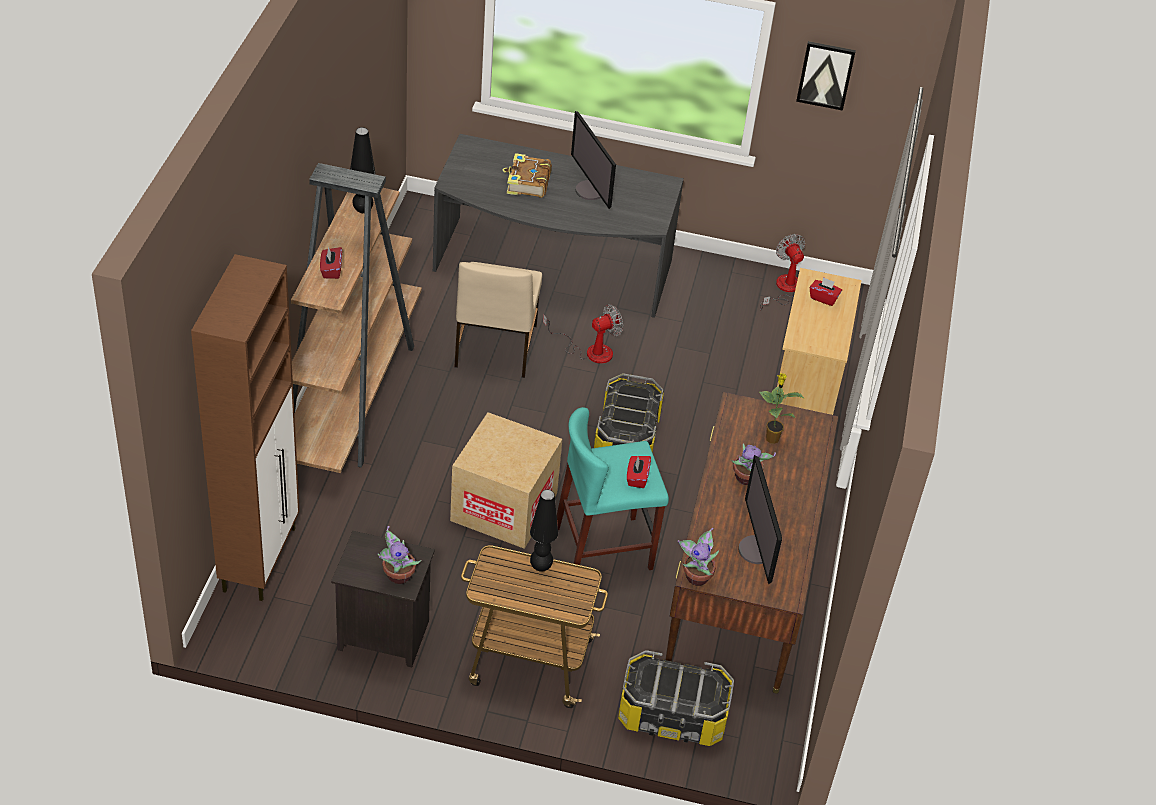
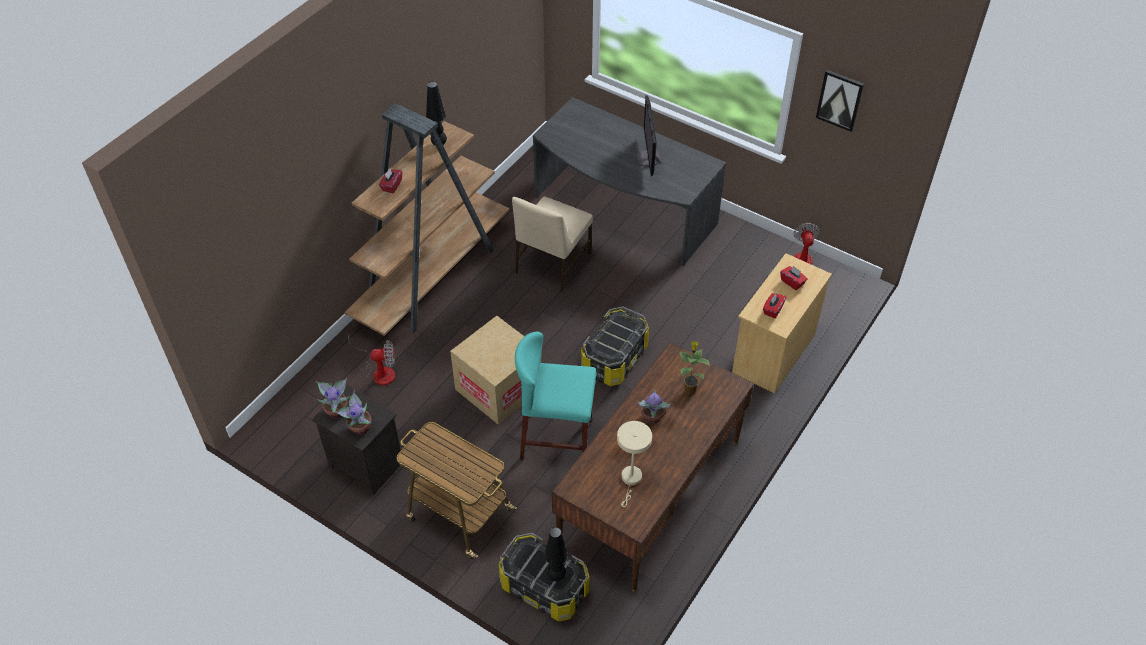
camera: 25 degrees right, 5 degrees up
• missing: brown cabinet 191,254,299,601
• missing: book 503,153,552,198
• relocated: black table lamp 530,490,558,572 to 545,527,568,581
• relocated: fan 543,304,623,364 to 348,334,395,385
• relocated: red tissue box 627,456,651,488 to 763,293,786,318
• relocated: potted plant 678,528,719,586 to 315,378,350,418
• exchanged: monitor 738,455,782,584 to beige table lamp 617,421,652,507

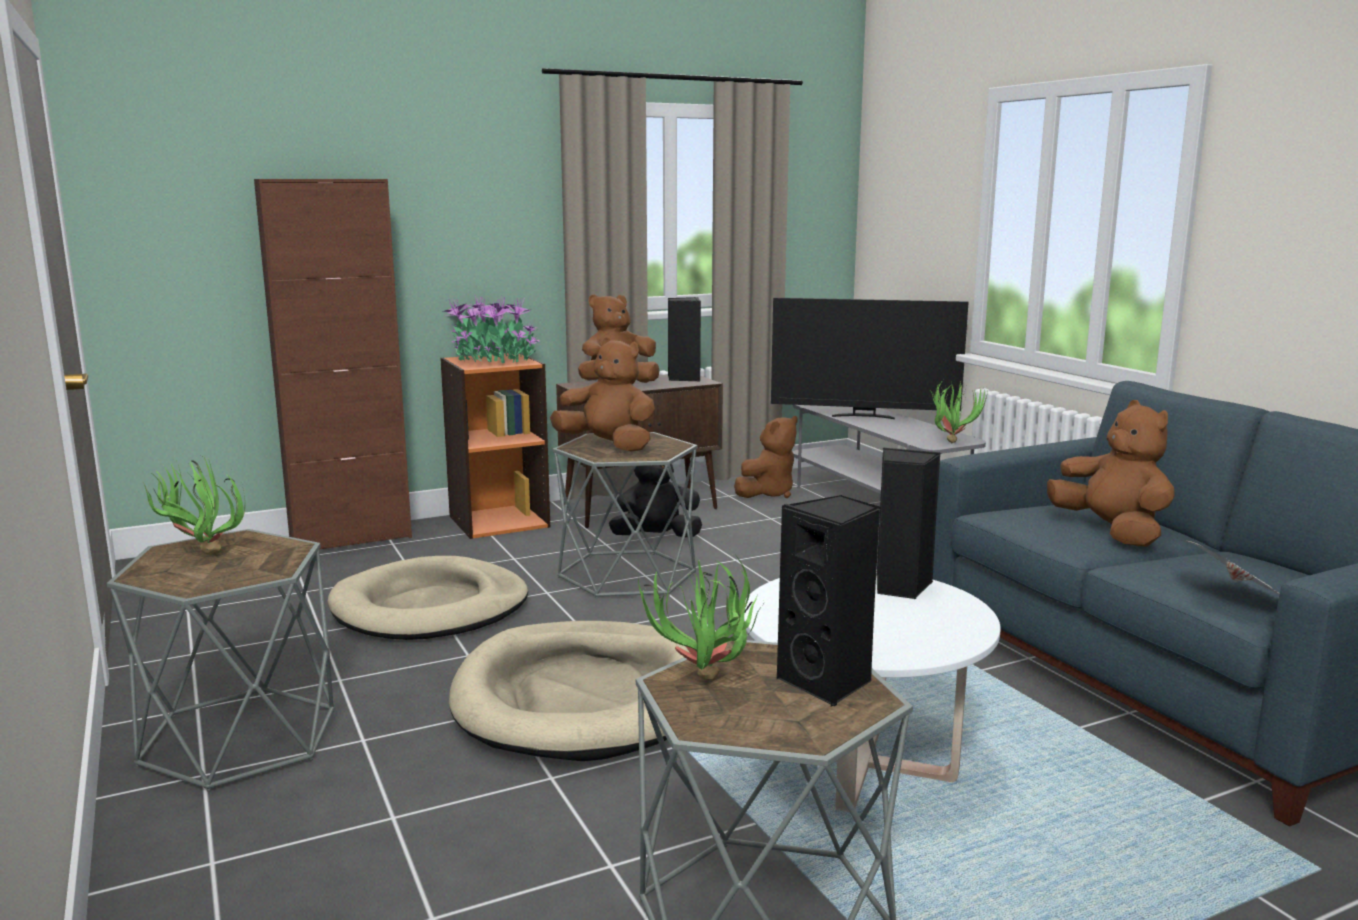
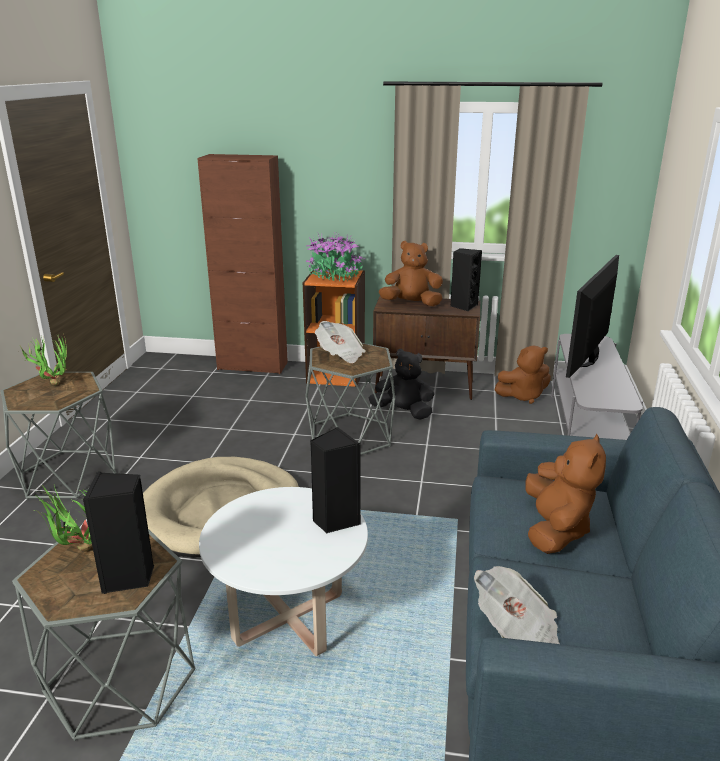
camera: 35 degrees right, 10 degrees up
• missing: beige dog bed 327,556,528,640
• exchanged: brown plush toy 550,337,655,451 to newspaper 315,321,365,363
• spun: television 771,298,969,419 = 566,255,619,378 75 degrees clockwise
• missing: potted plant 930,380,988,443

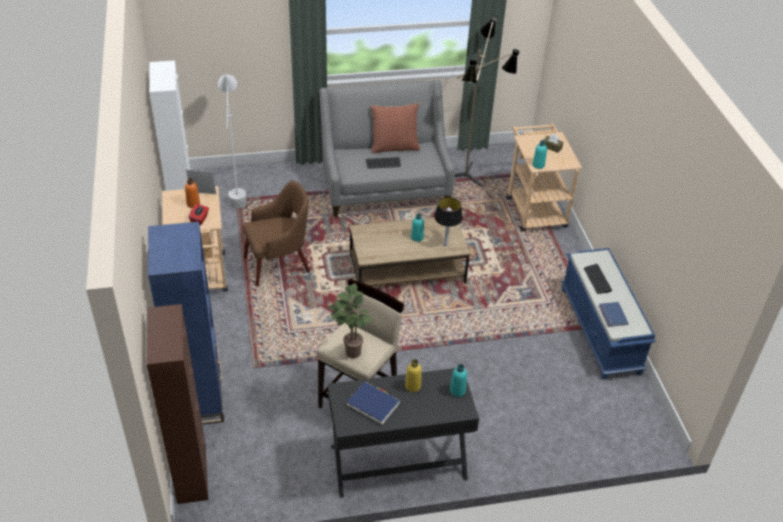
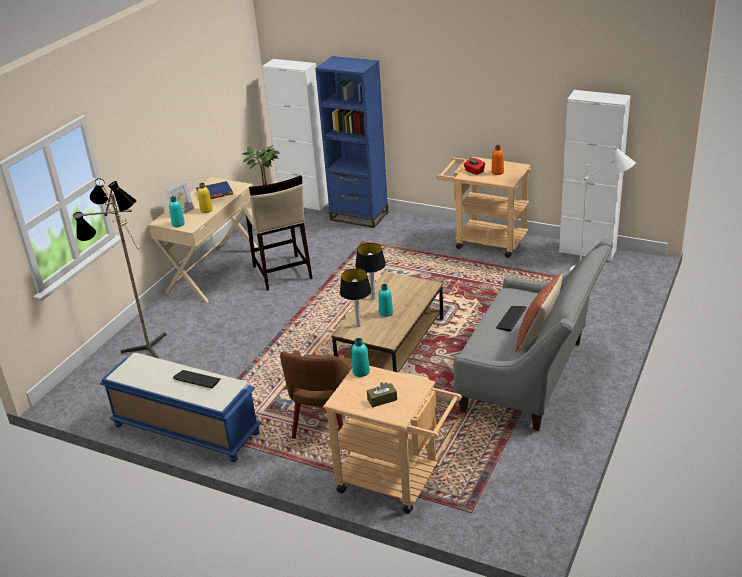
camera: 130 degrees right, 10 degrees down
• colour: brown cabinet 147,304,208,504 to white cabinet 262,59,329,211
• relocated: picture frame 186,169,216,194 to 165,179,194,214
• relocated: brown armchair 243,180,310,286 to 280,350,352,439
• colour: black desk 328,368,479,498 to beige desk 149,177,260,303
• relocated: floor lamp 455,16,520,187 to 73,179,166,359
• missing: blue book 599,302,629,327
• appeared: table lamp 355,243,386,299

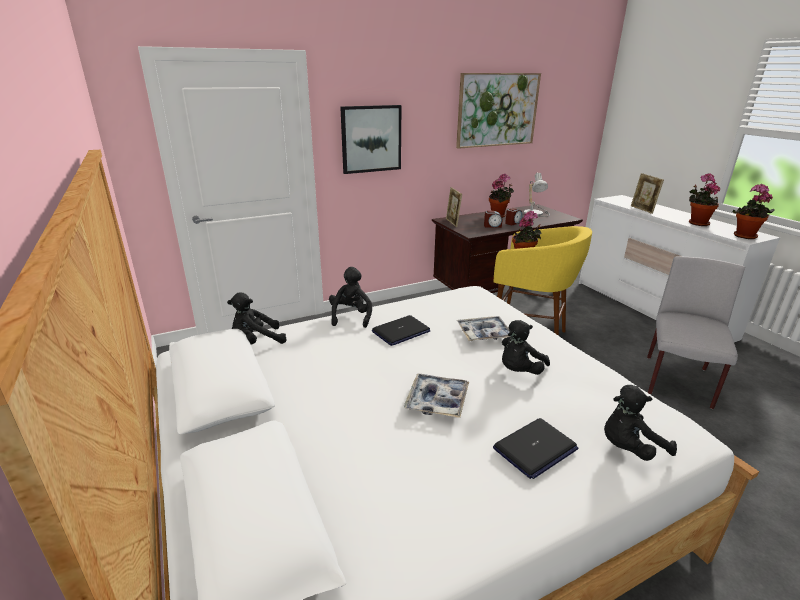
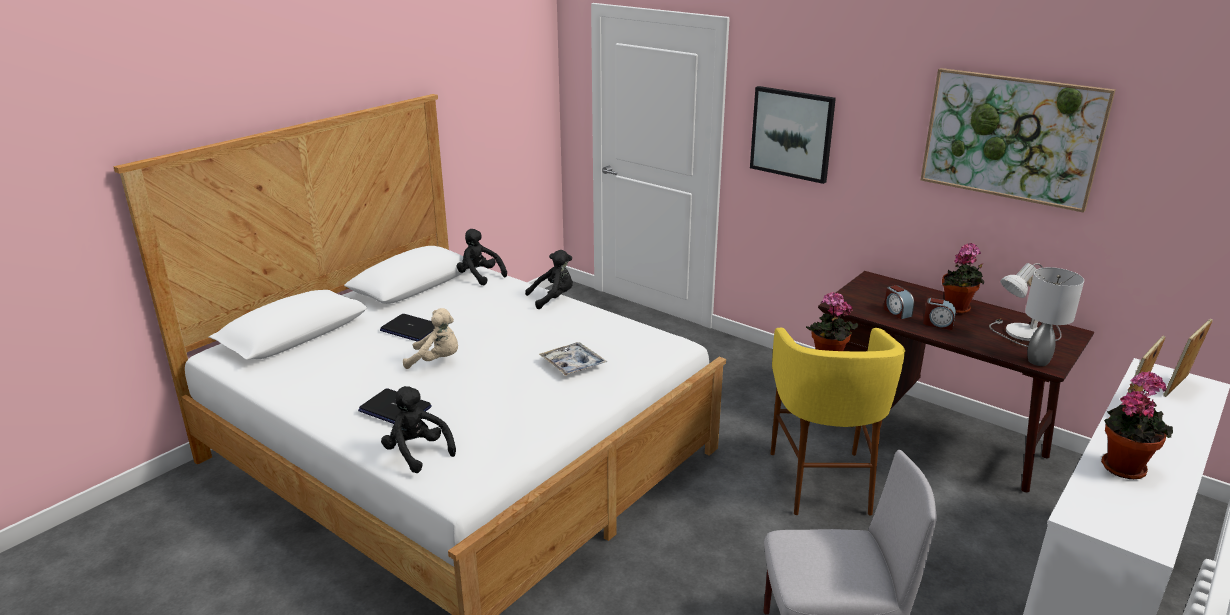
camera: 65 degrees right, 0 degrees up
• relocated: laptop 372,315,431,346 to 380,314,435,342
• exchanged: tray 404,373,469,418 to beige plush toy 403,308,458,369
• relocated: picture frame 446,187,462,227 to 1163,319,1213,397
• missing: black plush toy 501,320,550,375
• missing: potted plant 732,184,775,239
• appeared: grey table lamp 1025,267,1084,366

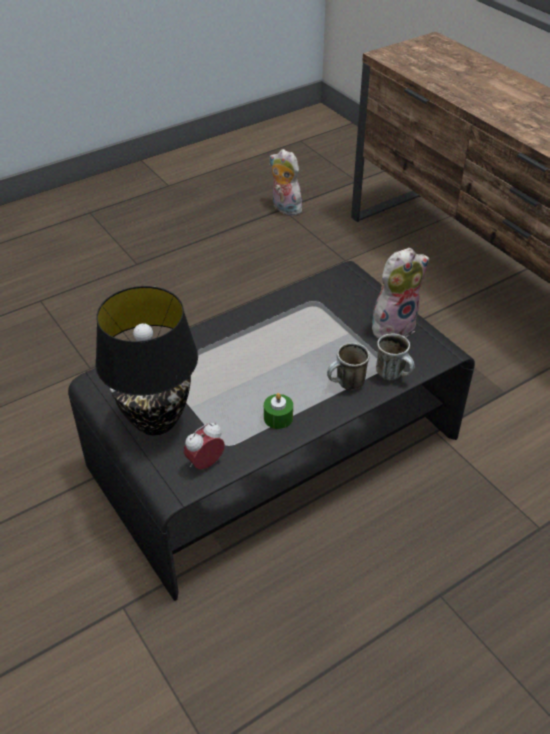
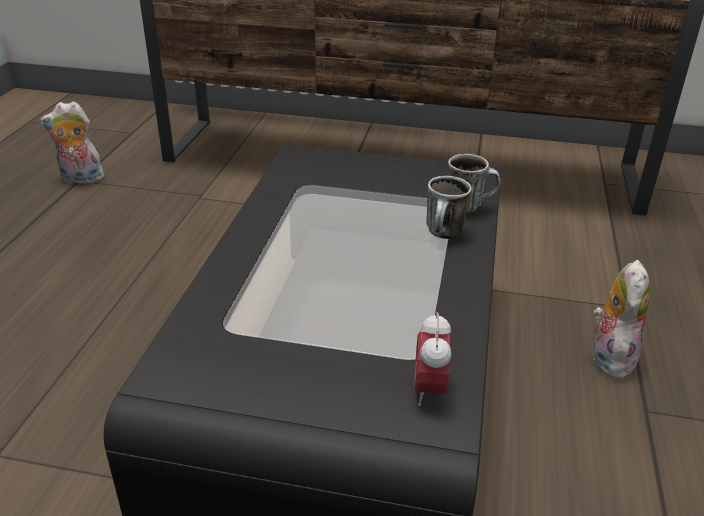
camera: 45 degrees left, 10 degrees down
• missing: black table lamp 95,286,198,436
• missing: green candle 264,393,293,429
• relocated: plush toy 372,248,429,338 to 593,260,650,380

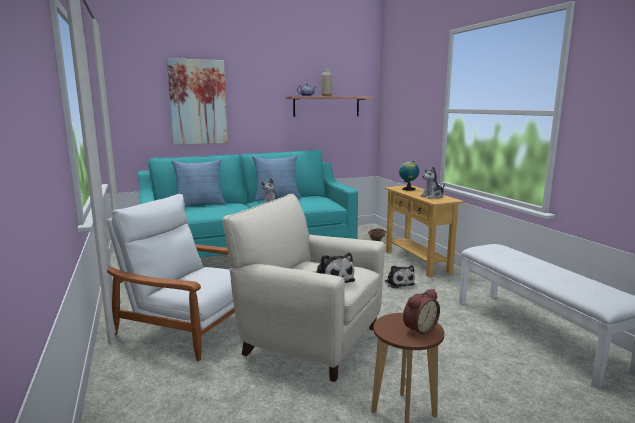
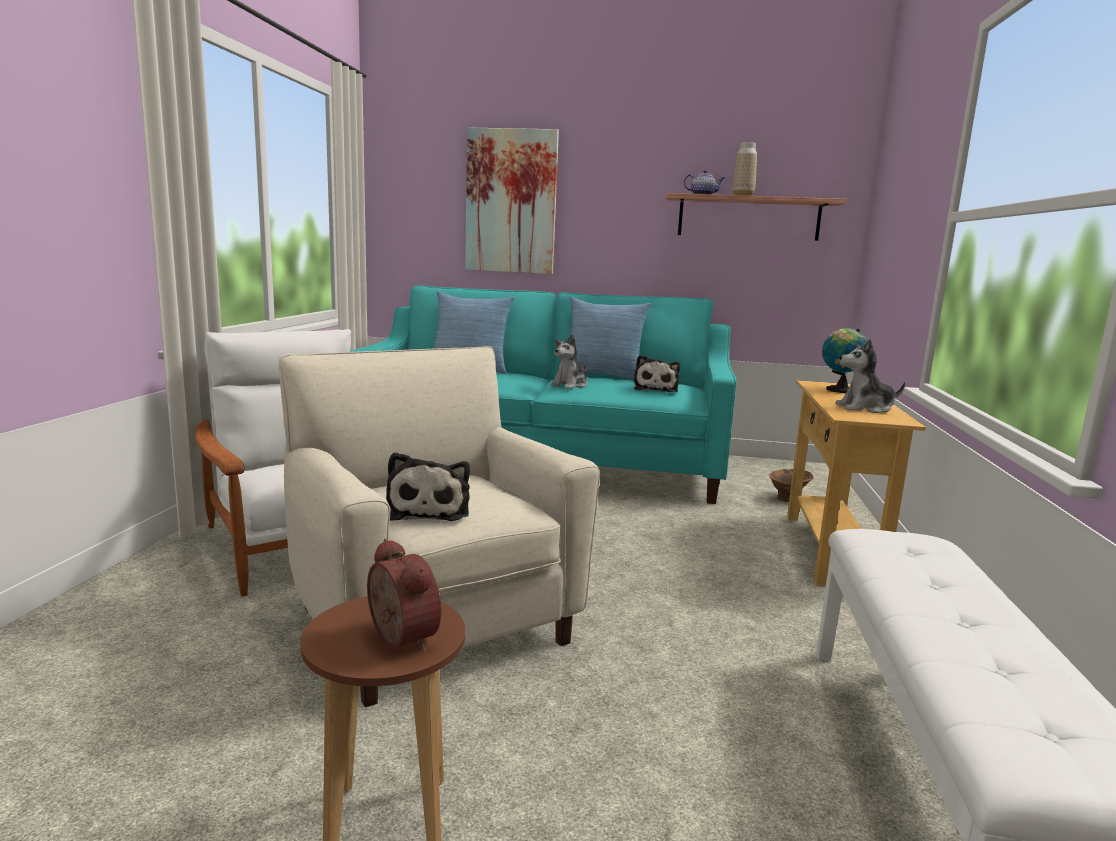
camera: 30 degrees right, 0 degrees up
• relocated: plush toy 385,265,415,289 to 634,355,680,392
• spun: alarm clock 403,289,440,336 = 367,539,441,652 120 degrees counterclockwise

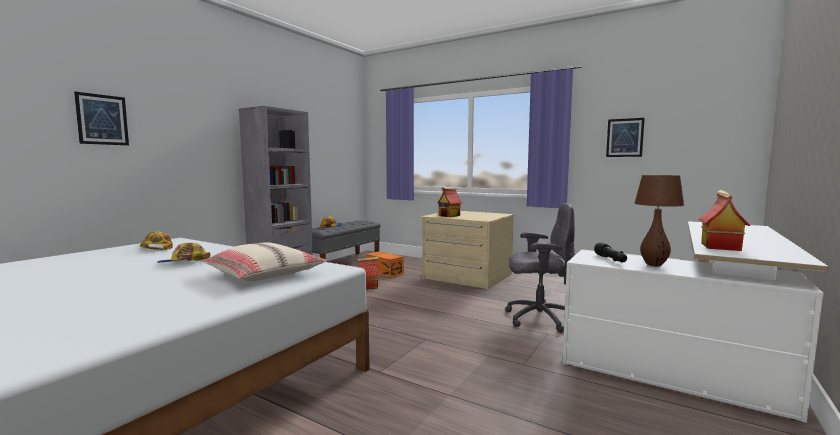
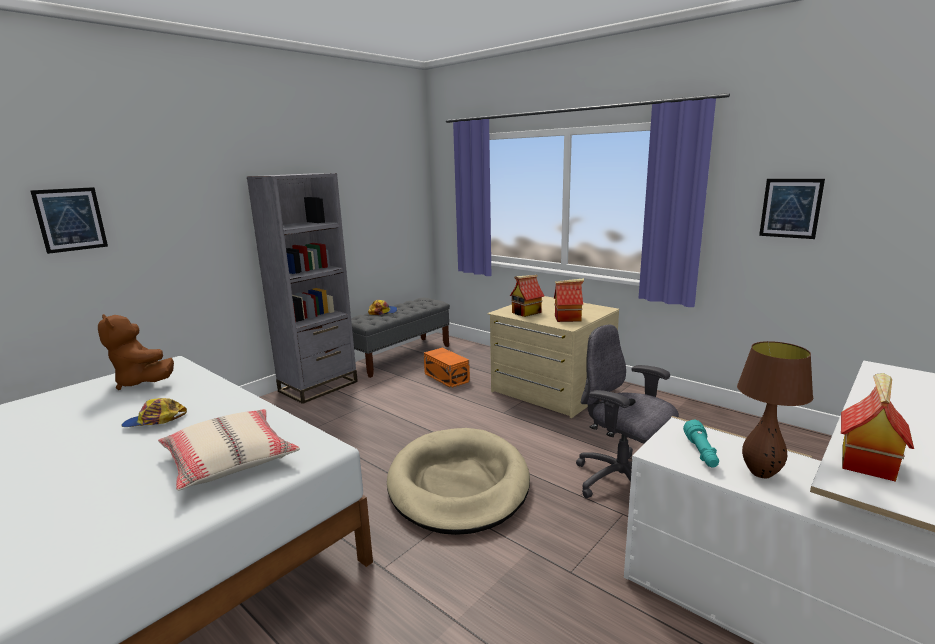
camera: 10 degrees right, 10 degrees up
• exchanged: cap 140,232,173,250 to brown plush toy 98,314,174,390
• relocated: toy house 357,257,379,289 to 554,278,584,322
• spun: grey office chair 505,203,575,333 = 576,325,679,498 150 degrees counterclockwise
• colour: black flashlight 594,242,627,263 to turquoise flashlight 683,420,719,467
• appeared: beige dog bed 387,428,530,535

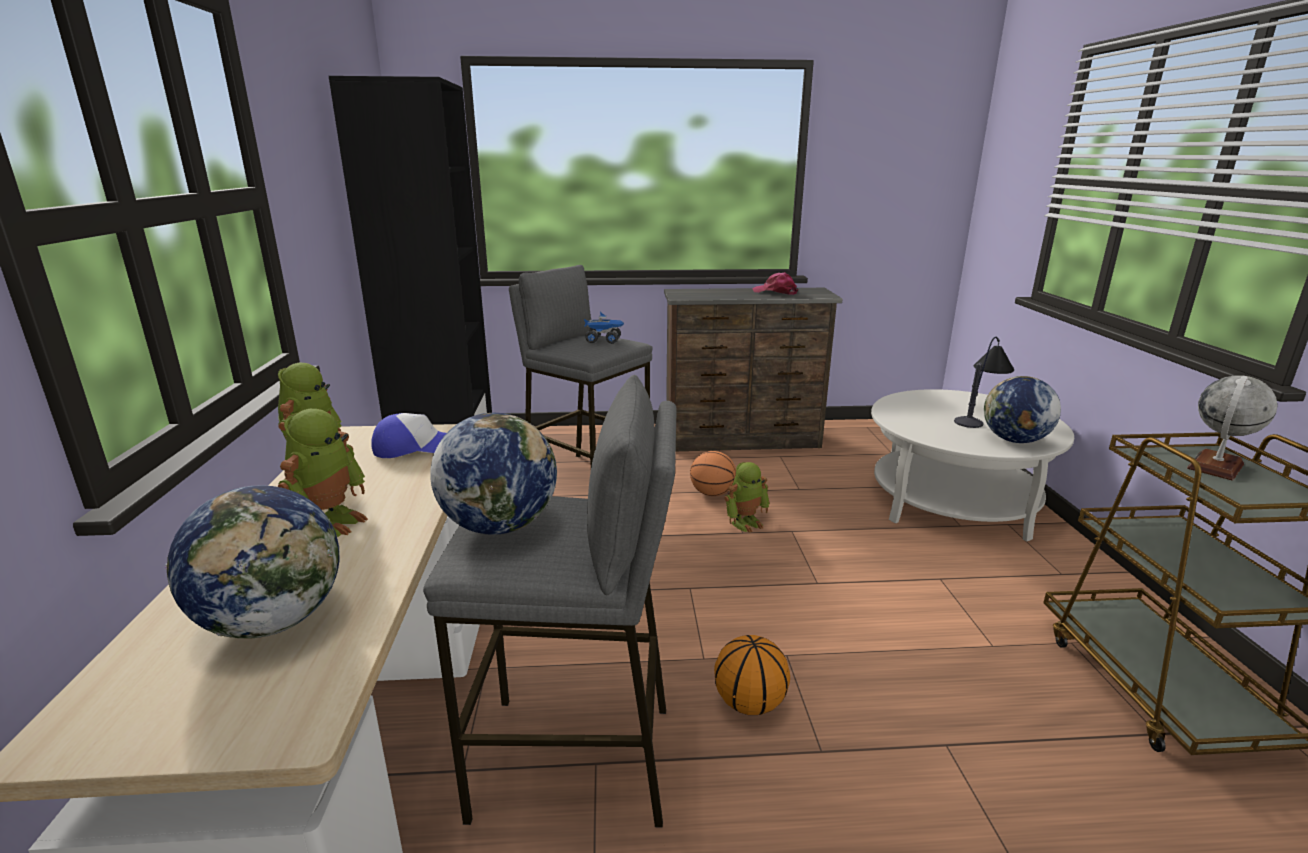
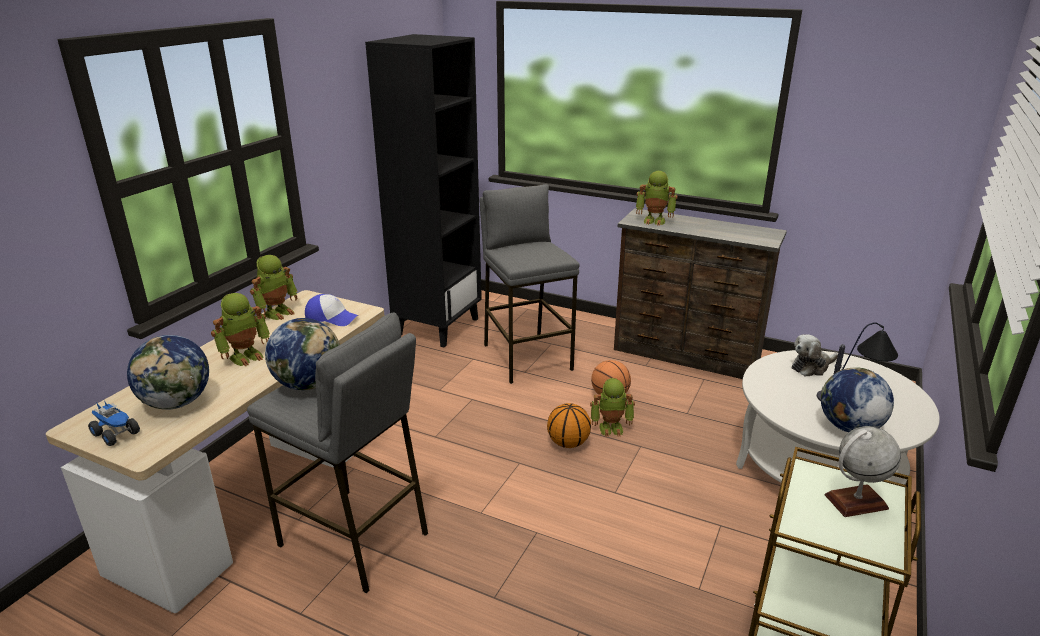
camera: 30 degrees right, 5 degrees up
• relocated: toy truck 584,312,624,344 to 88,402,140,446
• relocated: basketball 714,635,790,715 to 547,403,591,448
• missing: pink cap 753,272,798,295
• appeared: toy robot 636,171,678,226
• appeared: plush toy 792,334,838,377

